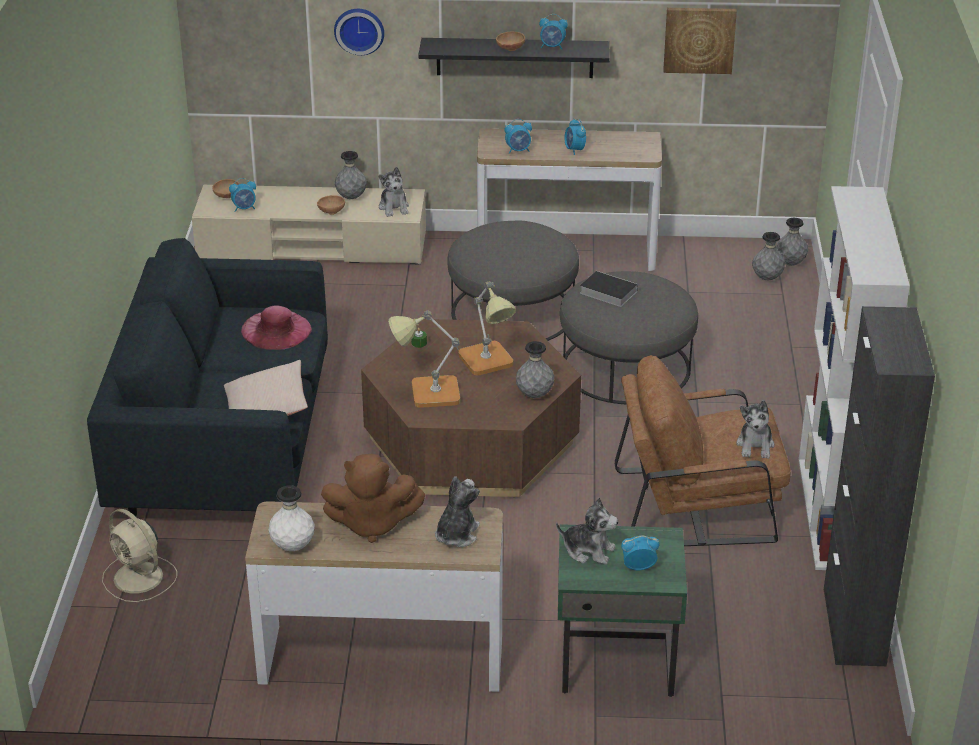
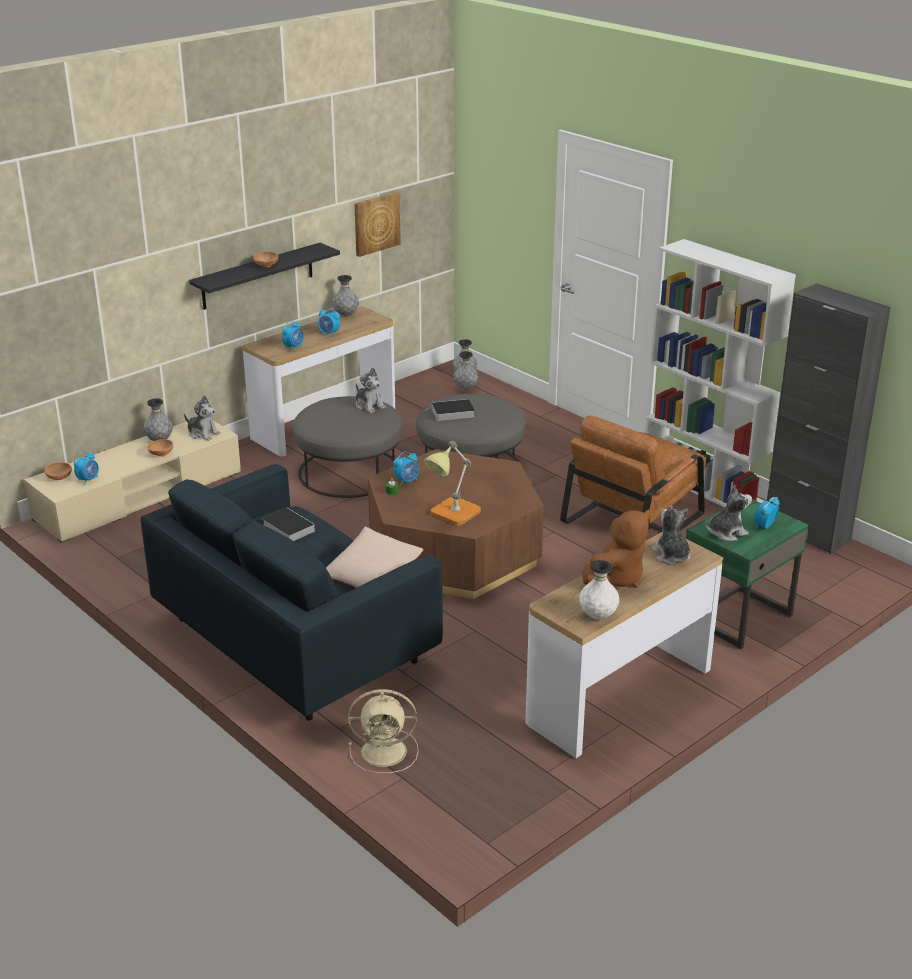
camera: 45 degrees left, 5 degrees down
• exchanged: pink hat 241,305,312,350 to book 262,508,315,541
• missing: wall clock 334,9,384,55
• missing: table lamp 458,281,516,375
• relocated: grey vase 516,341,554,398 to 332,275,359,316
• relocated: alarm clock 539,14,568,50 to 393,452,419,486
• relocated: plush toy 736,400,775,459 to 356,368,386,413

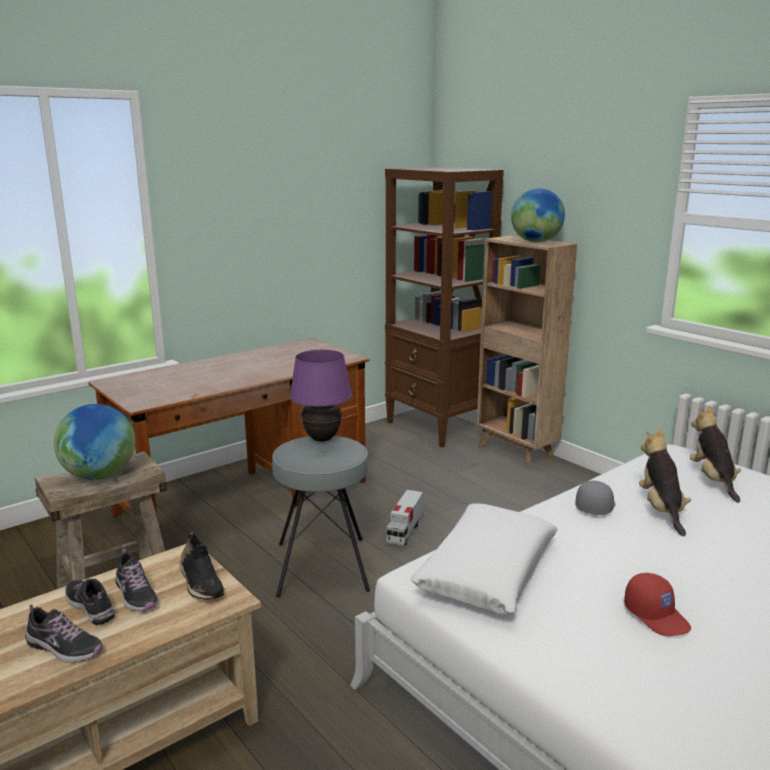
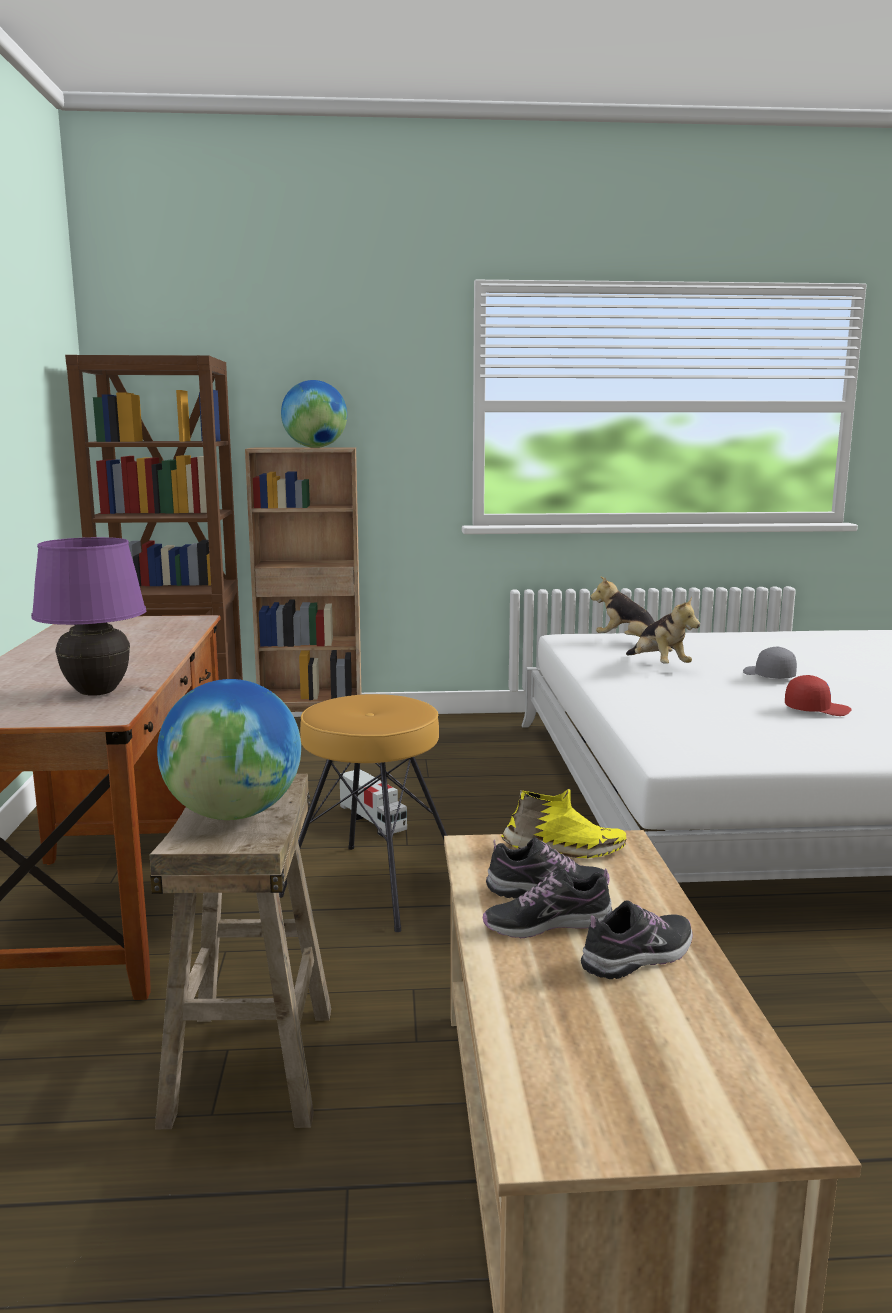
camera: 55 degrees left, 5 degrees down
• colour: black shoe 180,532,224,600 to yellow shoe 501,789,627,858
• colour: grey stool 272,436,370,598 to brown stool 279,694,447,932
• relocated: purple table lamp 290,350,352,442 to 31,537,146,696
• missing: white pillow 410,503,558,614
• relocated: grey cap 576,481,615,515 to 743,647,797,679
• spun: plush toy 639,428,691,536 = 626,597,700,664 150 degrees counterclockwise

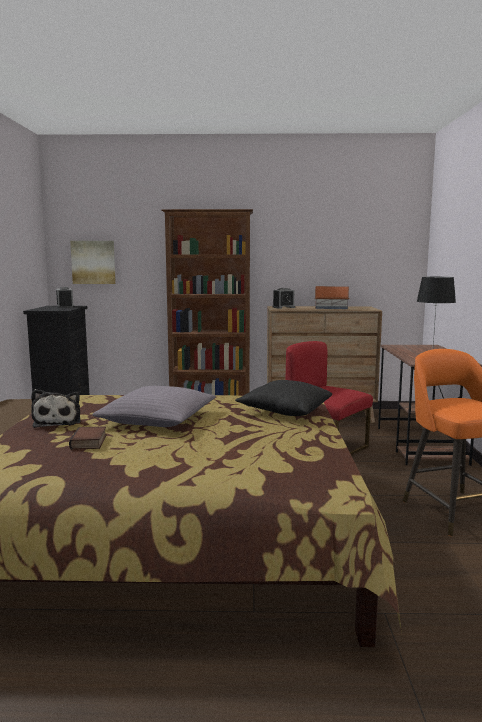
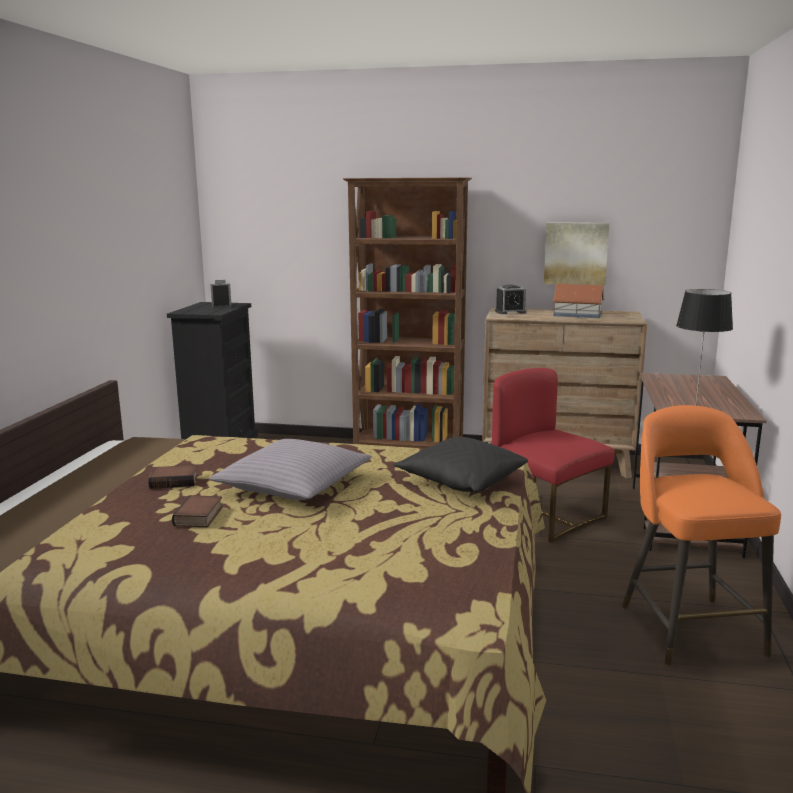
camera: 10 degrees right, 5 degrees up
• exchanged: plush toy 31,389,81,428 to book 148,465,198,489
• relocated: picture 70,241,116,284 to 544,223,609,285

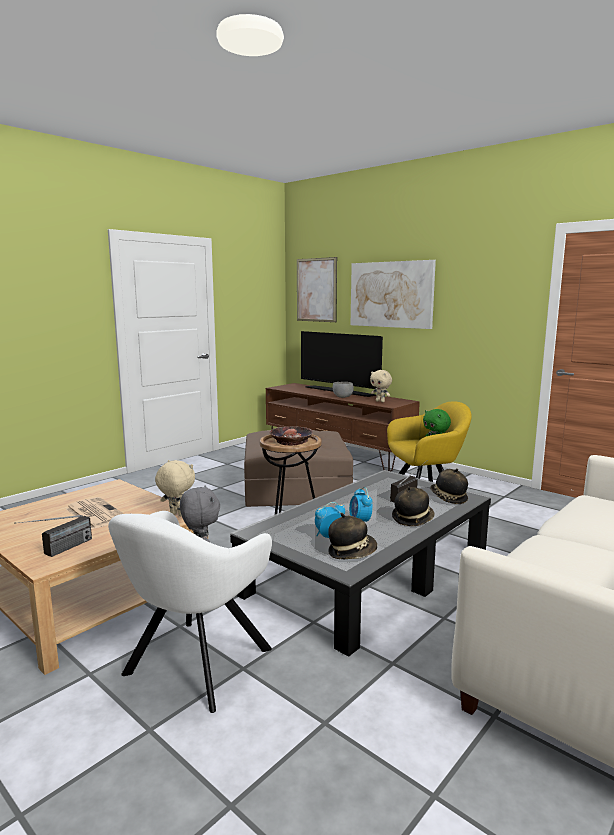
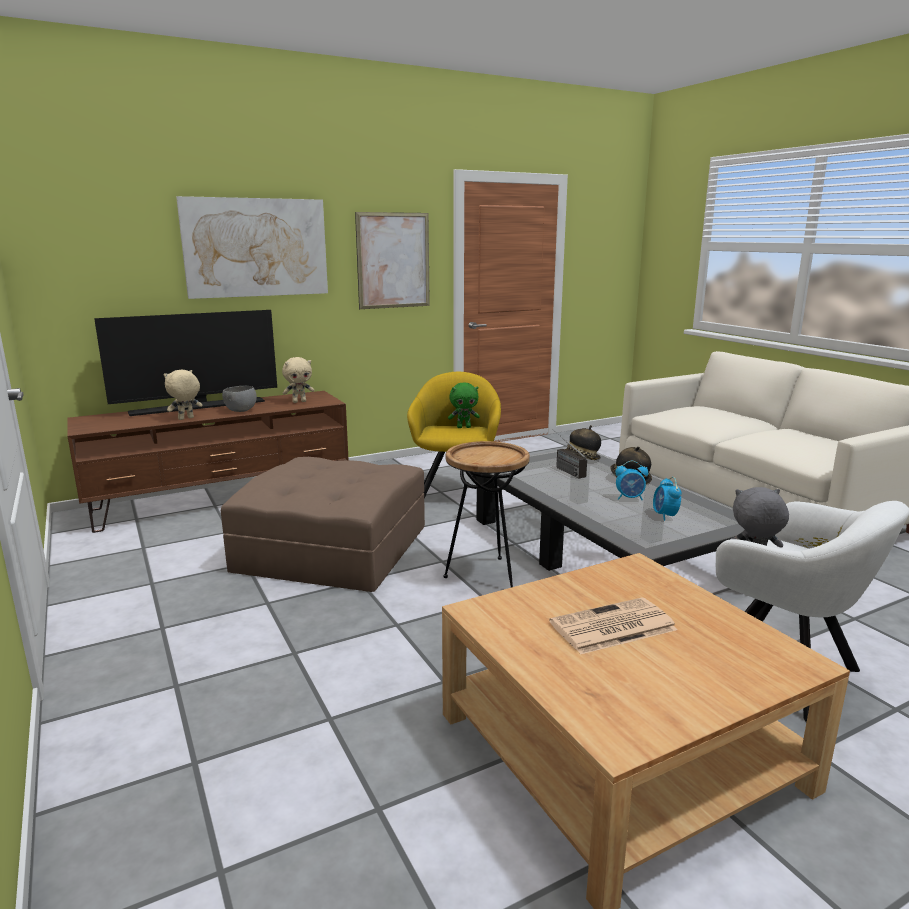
camera: 70 degrees left, 5 degrees up
• missing: radio 14,515,92,557
• relocated: beige plush toy 155,460,195,517 to 164,370,203,420
• missing: bowl 269,426,313,446
• relocated: picture 297,257,337,322 to 355,212,430,309
• missing: hat 328,513,377,559

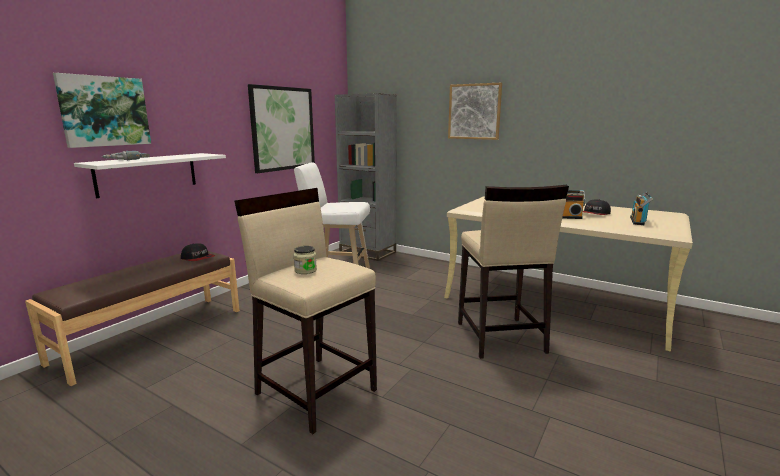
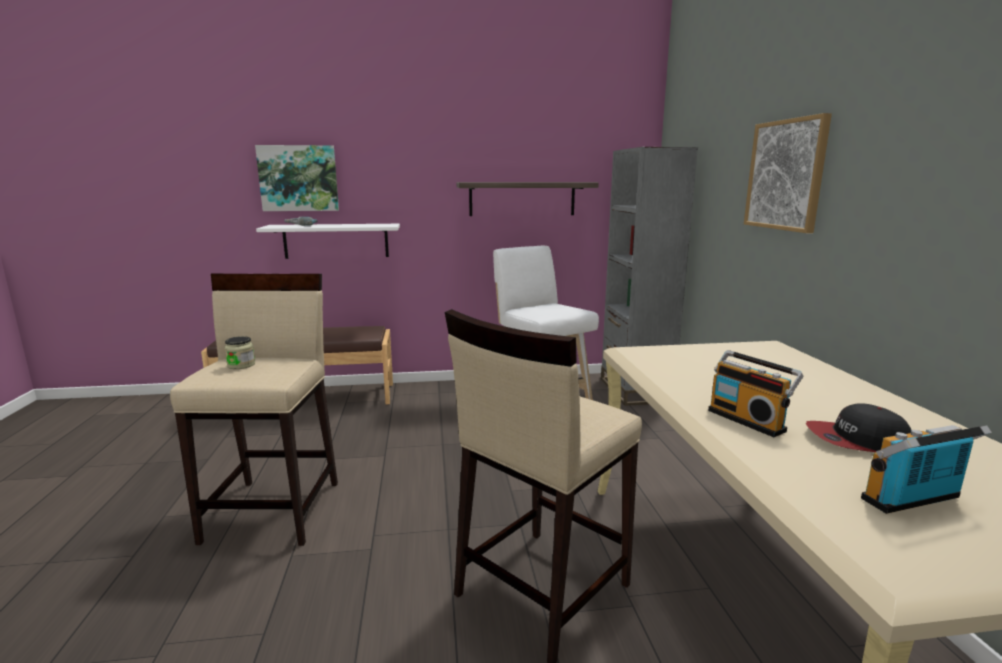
camera: 50 degrees right, 0 degrees up
• missing: cap 181,243,215,261
• exchanged: picture 248,84,315,173 to shelf 457,182,599,216

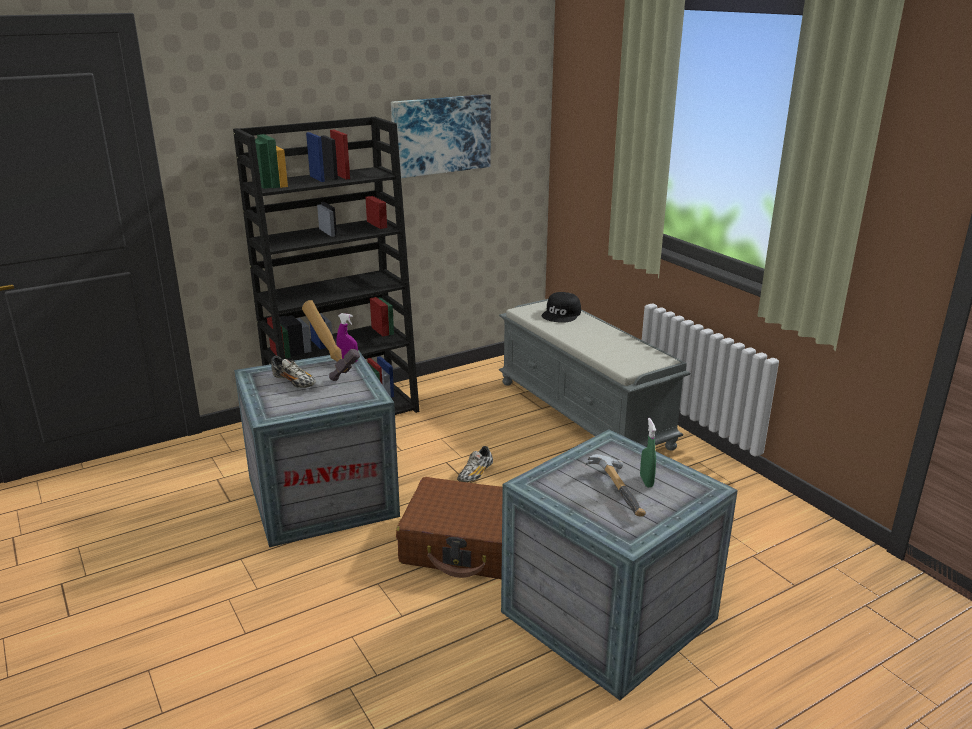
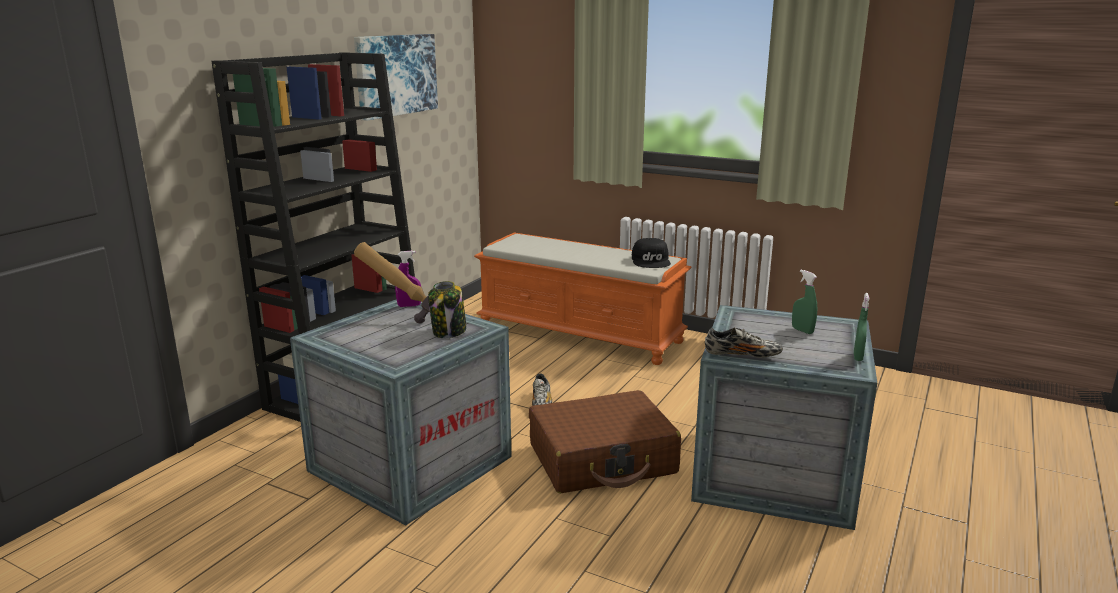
camera: 30 degrees left, 5 degrees down
• relocated: shoe 271,355,315,388 to 705,328,783,358
• colour: grey bench 499,299,690,451 to orange bench 474,233,692,365
• relocated: black cap 542,292,581,323 to 632,238,671,268
• missing: hammer 585,454,646,517
• appeared: jar 428,281,466,338
• appeared: green spray bottle 854,293,869,361

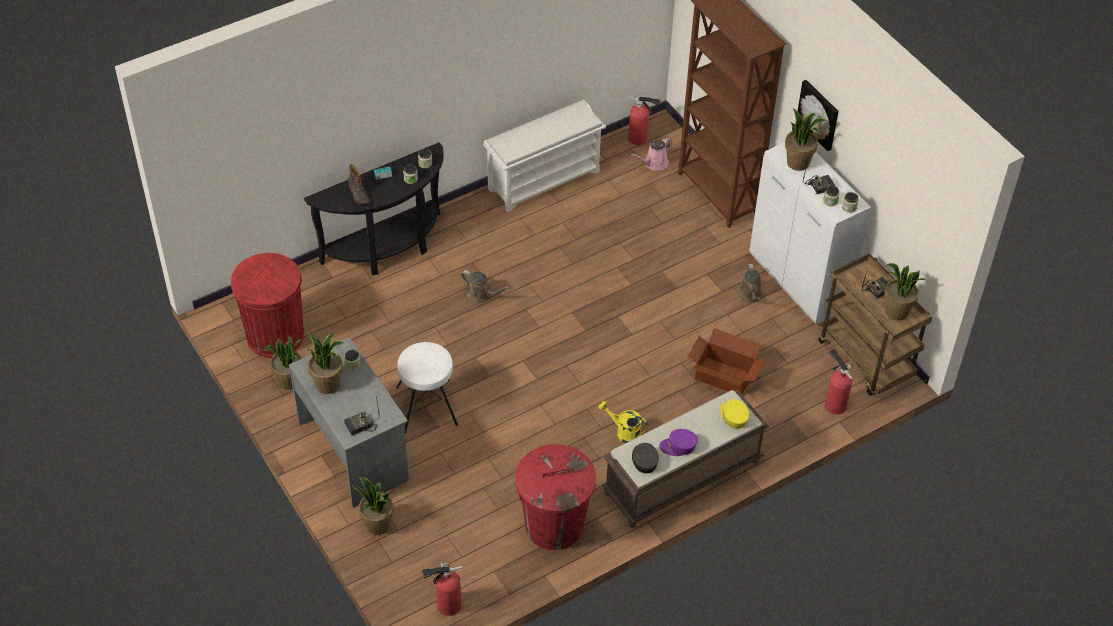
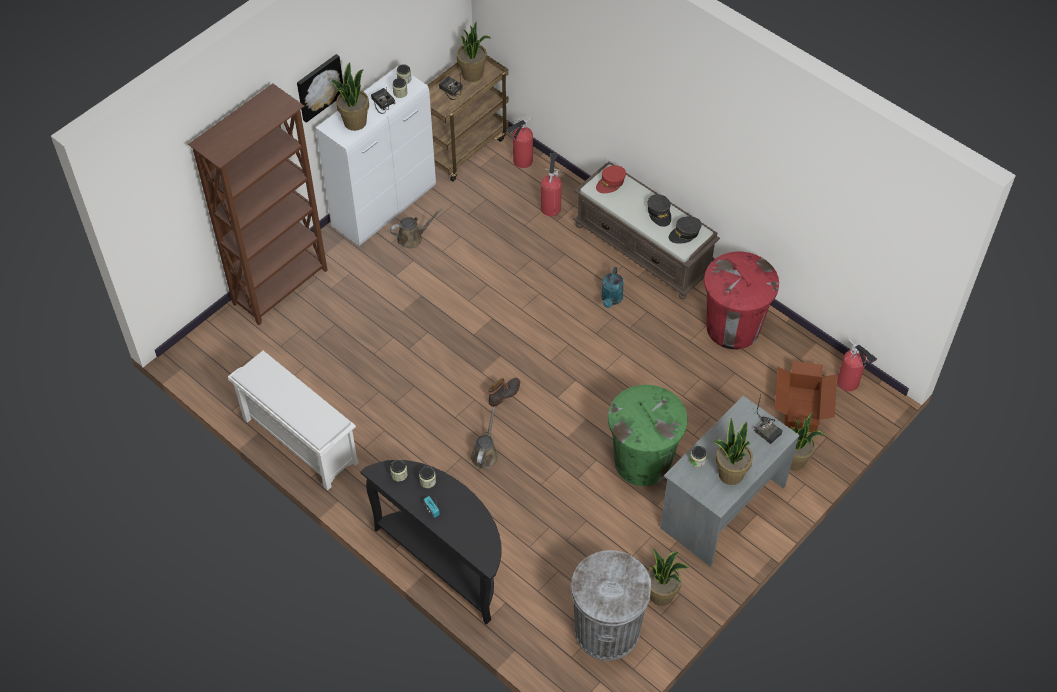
camera: 105 degrees left, 5 degrees up
• colour: red trash can 231,253,304,358 to grey trash can 571,550,651,660
• relocated: boot 348,164,371,205 to 488,378,520,407
• exchanged: white stool 396,342,458,433 to green trash can 608,385,688,486
• colour: yellow watering can 599,401,648,443 to turquoise watering can 601,267,624,308
• relocated: fire extinguisher 628,97,661,145 to 541,153,563,216
• missing: pink watering can 631,138,673,170
• colour: purple cap 659,429,698,456 to grey cap 648,194,671,227
• relocated: cardboard box 688,328,765,395 to 774,361,837,432
• colour: yellow cap 720,399,749,429 to red cap 596,165,626,193

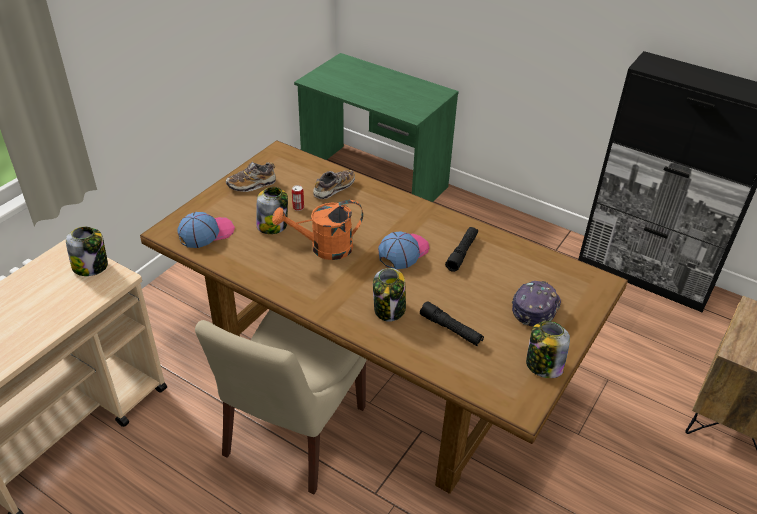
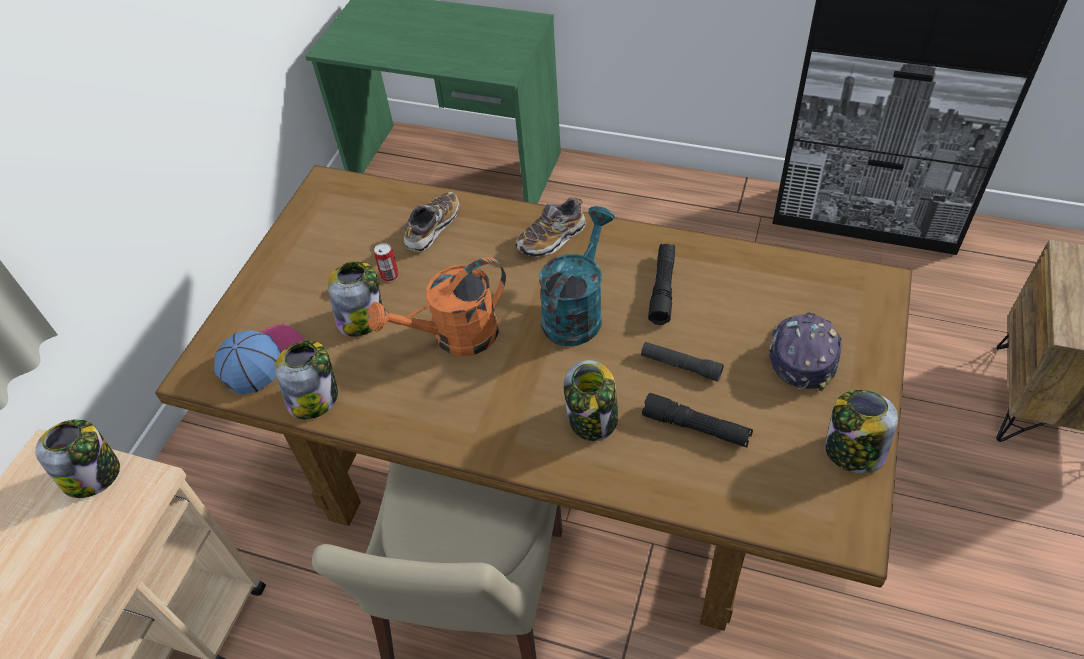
camera: 10 degrees left, 10 degrees up
• relocated: shoe 226,162,276,192 to 516,197,586,257
• exchanged: cap 378,231,430,269 to turquoise watering can 539,206,615,346
• appeared: jar 275,341,338,419
• appeared: black flashlight 641,342,724,382

